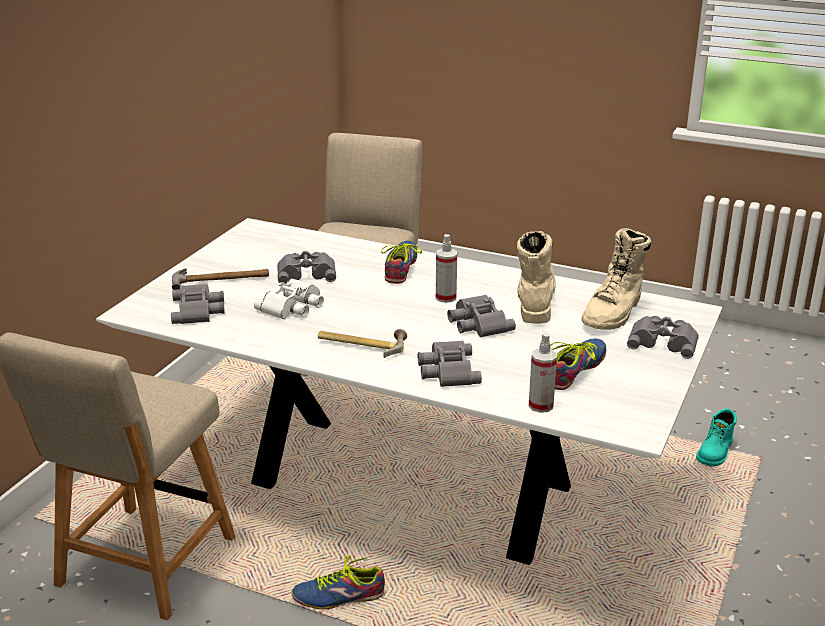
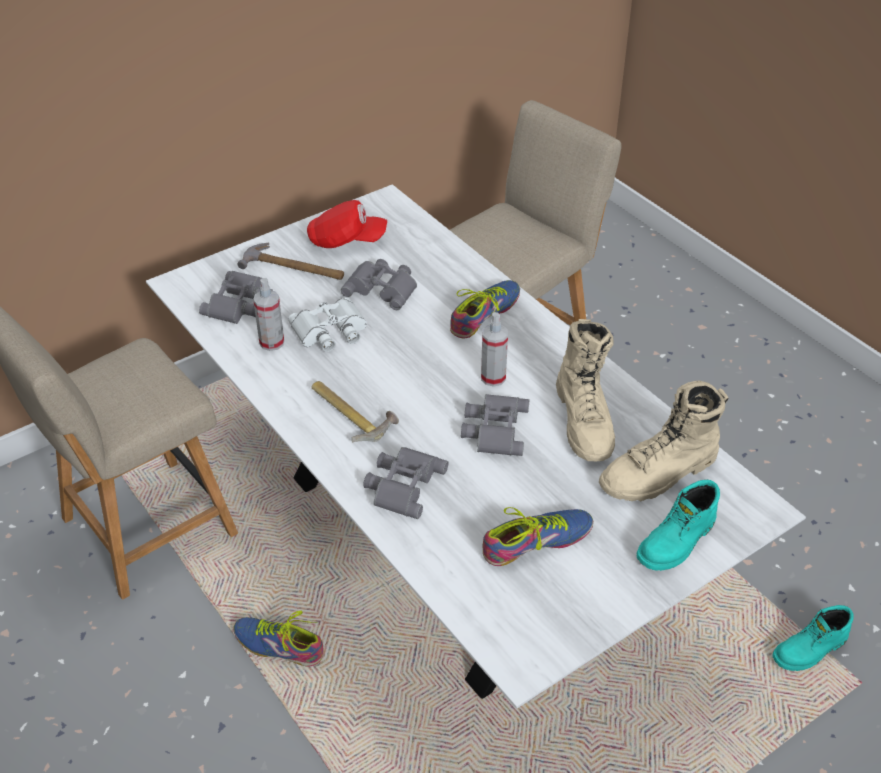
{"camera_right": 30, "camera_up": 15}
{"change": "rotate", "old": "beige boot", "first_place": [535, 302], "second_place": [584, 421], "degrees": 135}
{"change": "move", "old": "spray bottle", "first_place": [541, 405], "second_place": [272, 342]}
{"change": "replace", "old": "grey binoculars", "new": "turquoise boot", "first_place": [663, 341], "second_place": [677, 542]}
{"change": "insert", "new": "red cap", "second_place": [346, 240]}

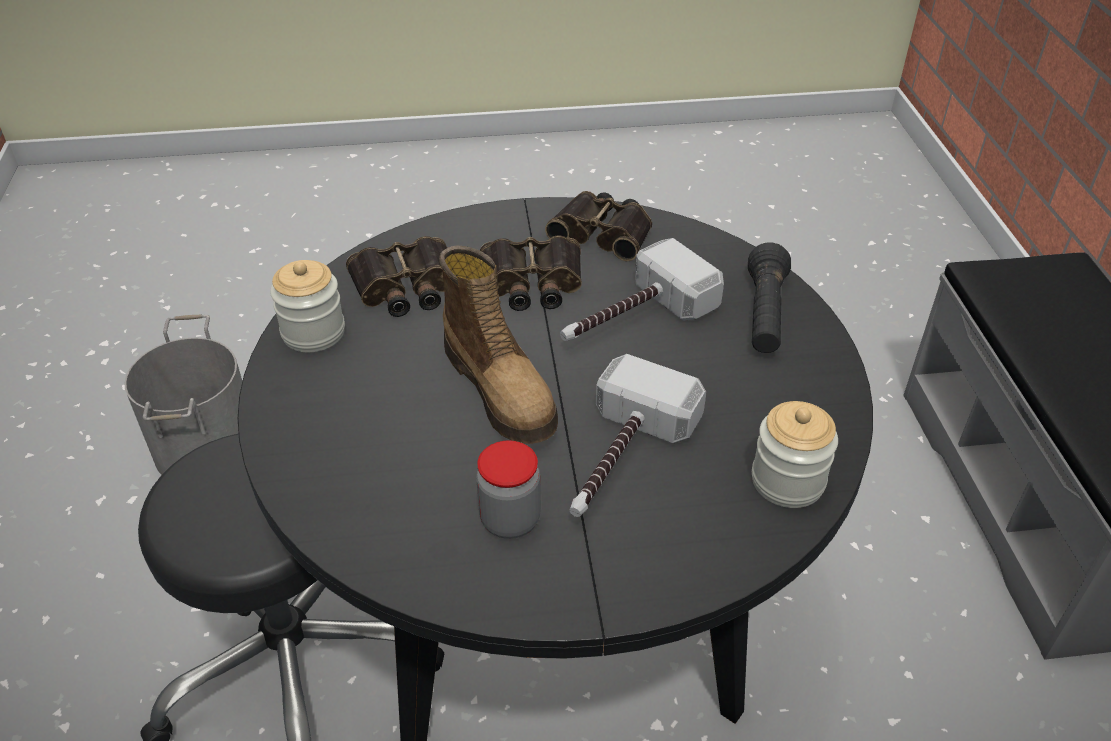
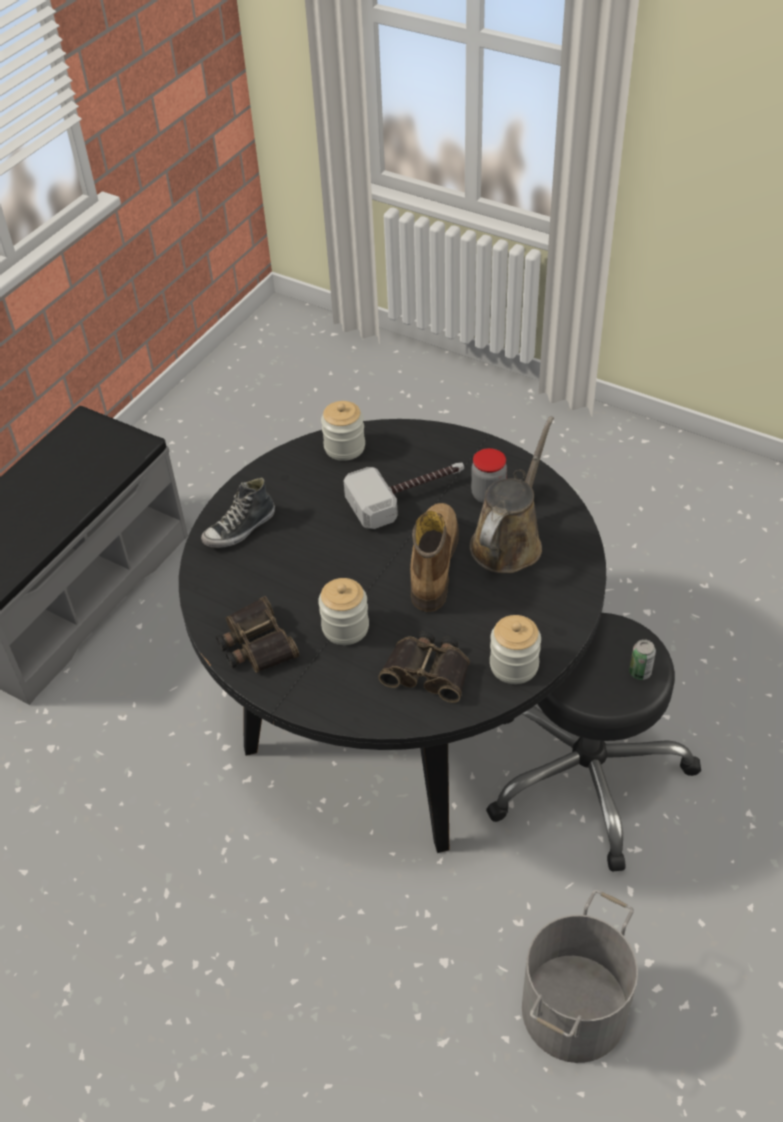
{"camera_right": -140, "camera_up": 5}
{"change": "replace", "old": "binoculars", "new": "jar", "first_place": [532, 283], "second_place": [345, 627]}
{"change": "delete", "old": "hammer", "first_place": [632, 318]}
{"change": "replace", "old": "black flashlight", "new": "shoe", "first_place": [764, 315], "second_place": [240, 529]}
{"change": "insert", "new": "brown watering can", "second_place": [509, 541]}
{"change": "insert", "new": "can", "second_place": [640, 672]}

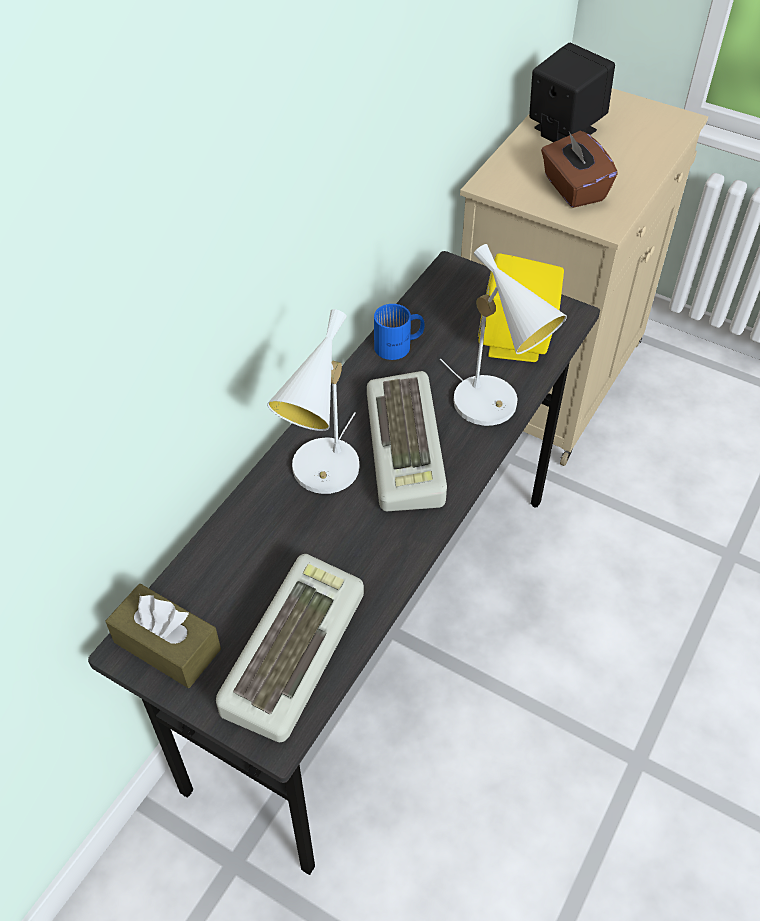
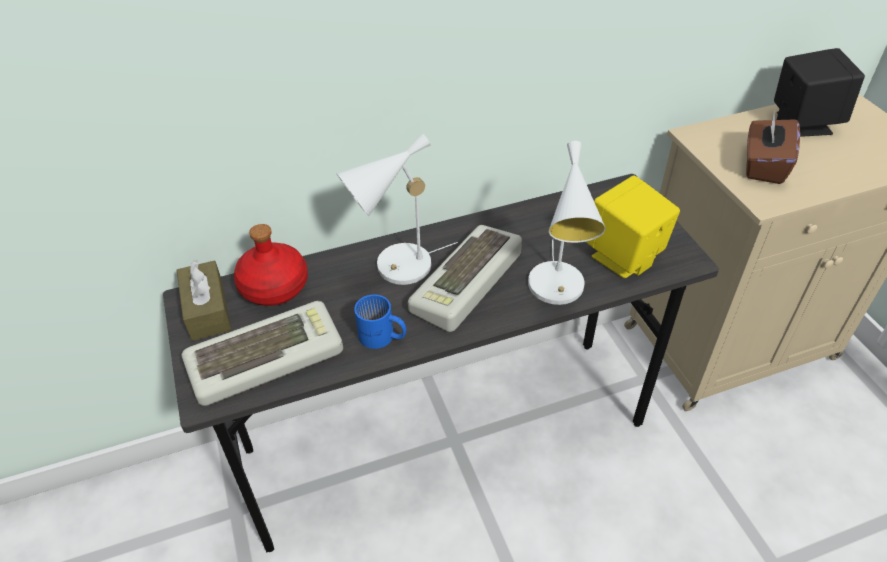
{"camera_right": 40, "camera_up": -5}
{"change": "move", "old": "blue mug", "first_place": [399, 346], "second_place": [382, 338]}
{"change": "insert", "new": "red bottle", "second_place": [273, 287]}

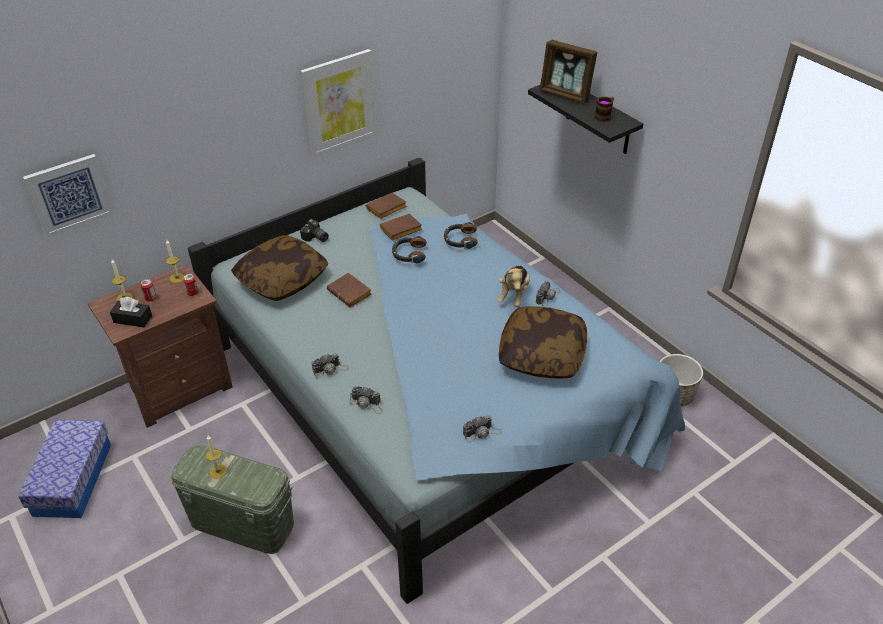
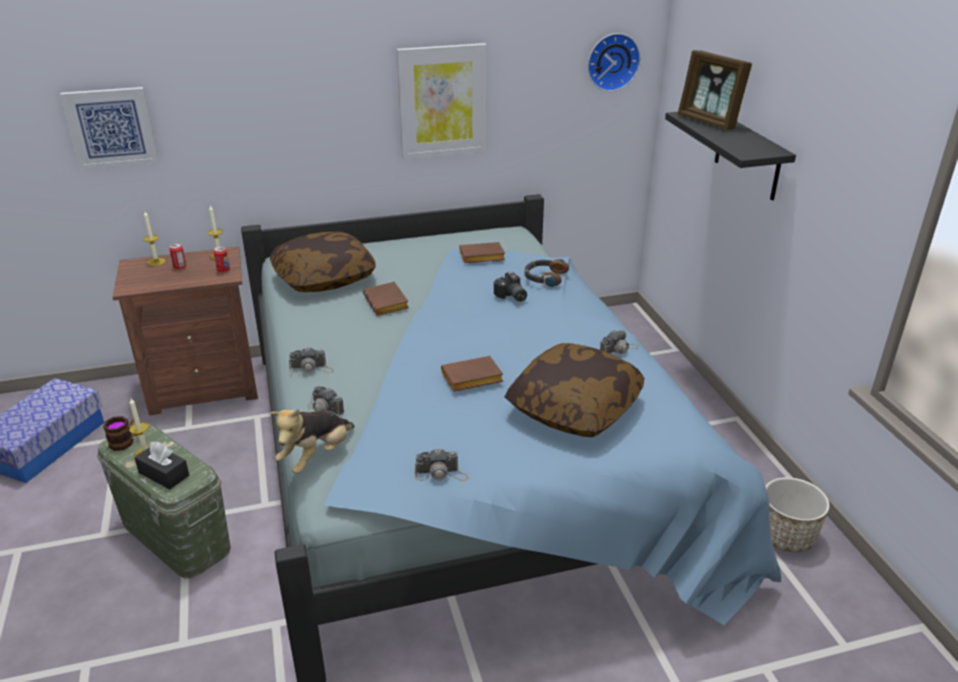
{"camera_right": 20, "camera_up": -10}
{"change": "move", "old": "black tissue box", "first_place": [133, 319], "second_place": [164, 474]}
{"change": "move", "old": "photo camera", "first_place": [315, 238], "second_place": [511, 296]}
{"change": "move", "old": "brown book", "first_place": [386, 209], "second_place": [470, 379]}
{"change": "delete", "old": "headphones", "first_place": [409, 254]}
{"change": "move", "old": "plush toy", "first_place": [514, 295], "second_place": [317, 456]}
{"change": "move", "old": "mug", "first_place": [604, 116], "second_place": [126, 442]}
{"change": "insert", "new": "wall clock", "second_place": [612, 61]}

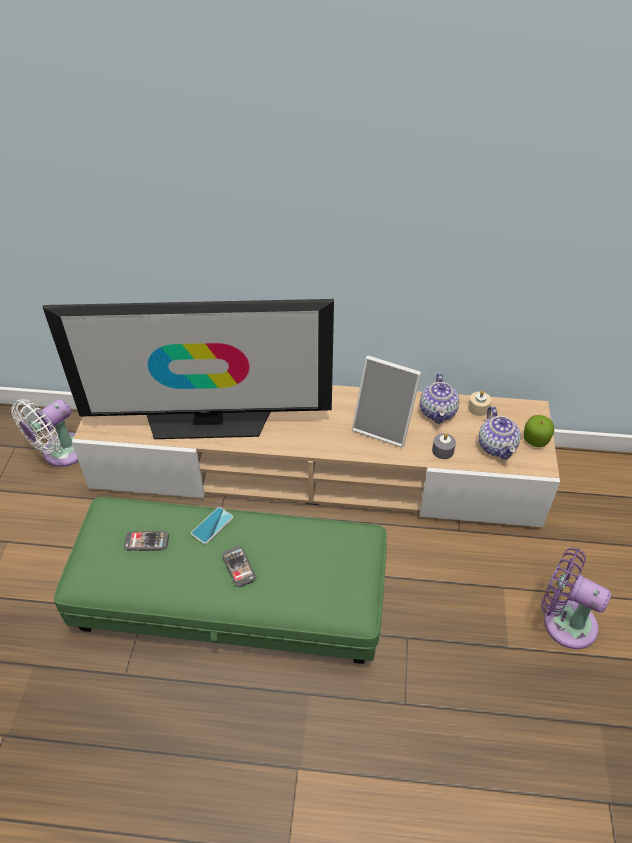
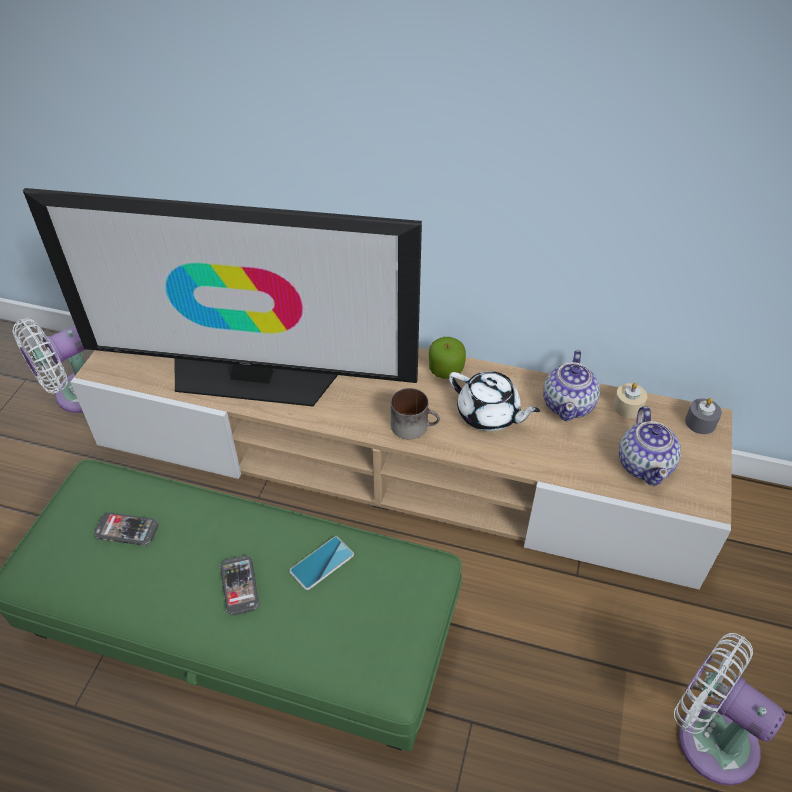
{"camera_right": 10, "camera_up": 0}
{"change": "move", "old": "phone", "first_place": [212, 525], "second_place": [322, 563]}
{"change": "replace", "old": "picture frame", "new": "white teapot", "first_place": [384, 426], "second_place": [489, 415]}
{"change": "move", "old": "grey candle", "first_place": [443, 451], "second_place": [700, 422]}
{"change": "move", "old": "apple", "first_place": [536, 439], "second_place": [446, 369]}
{"change": "recolor", "old": "purple fan", "new": "white fan", "first_place": [564, 621], "second_place": [709, 737]}
{"change": "insert", "new": "mug", "second_place": [414, 425]}

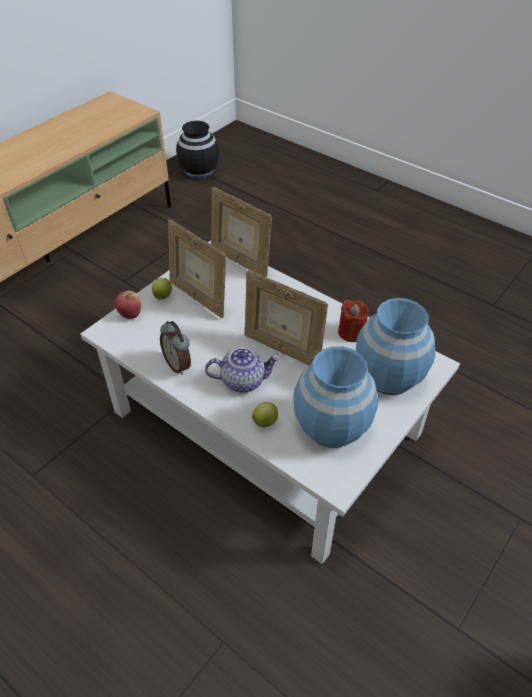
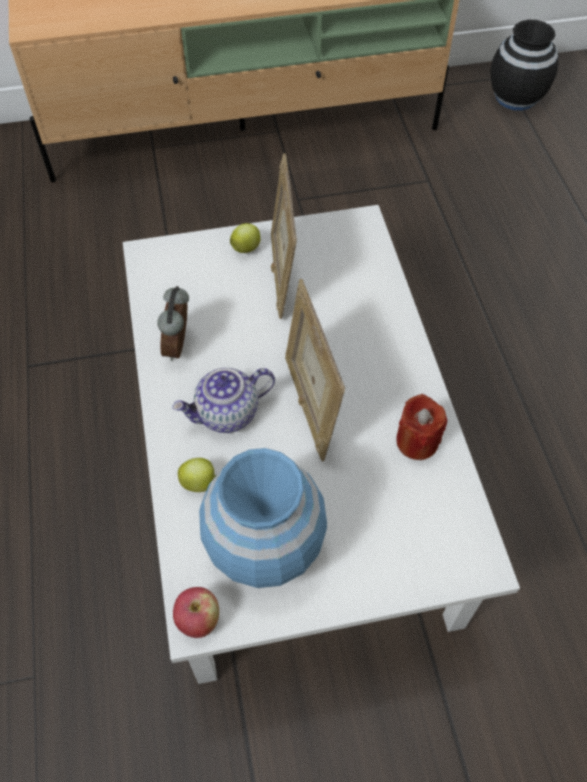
{"camera_right": 40, "camera_up": 10}
{"change": "move", "old": "apple", "first_place": [130, 314], "second_place": [198, 620]}
{"change": "rotate", "old": "teapot", "first_place": [243, 380], "second_place": [227, 414], "degrees": 120}
{"change": "delete", "old": "picture frame", "first_place": [240, 261]}
{"change": "delete", "old": "blue vase", "first_place": [388, 376]}

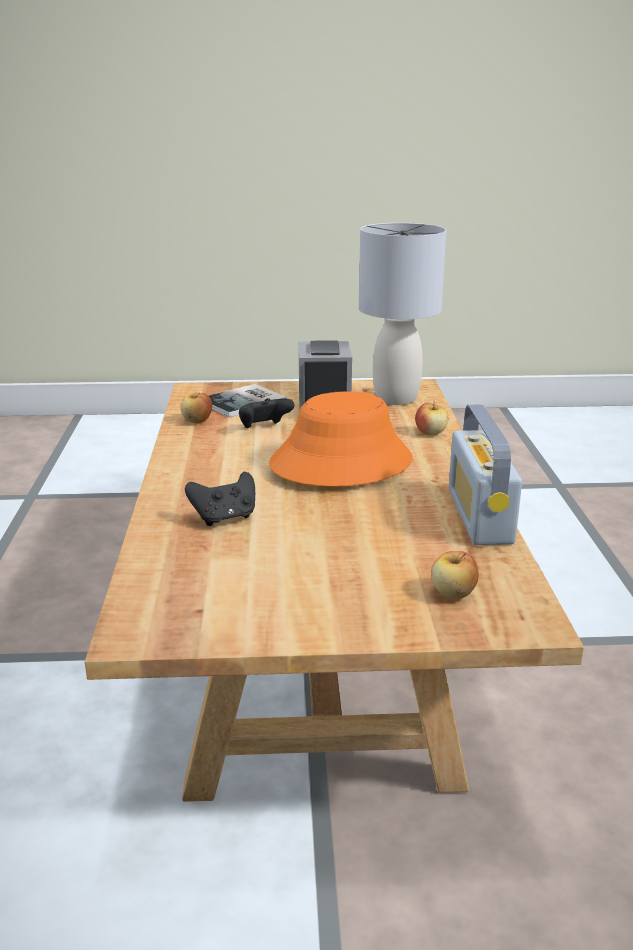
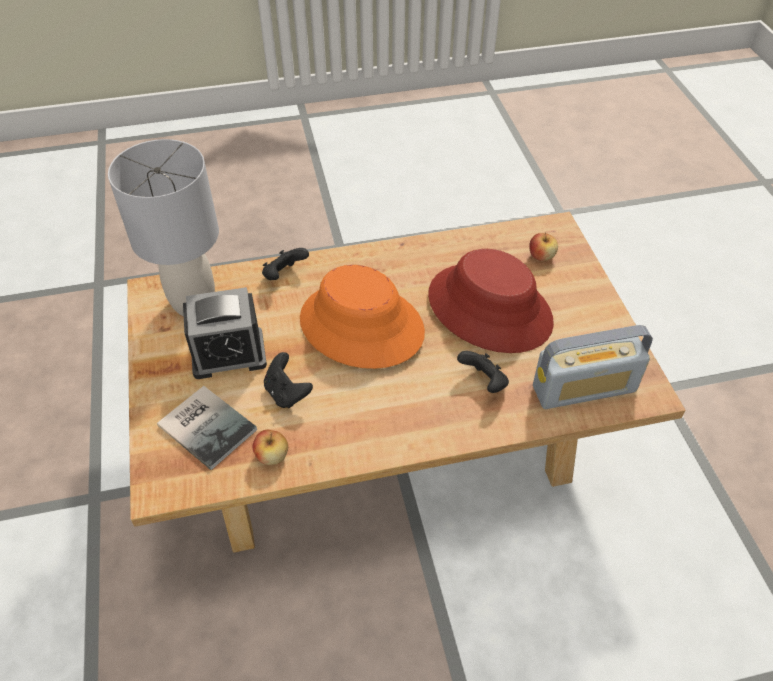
{"camera_right": -100, "camera_up": 25}
{"change": "replace", "old": "apple", "new": "black game controller", "first_place": [430, 433], "second_place": [284, 275]}
{"change": "move", "old": "radio", "first_place": [479, 516], "second_place": [584, 388]}
{"change": "insert", "new": "red hat", "second_place": [490, 308]}

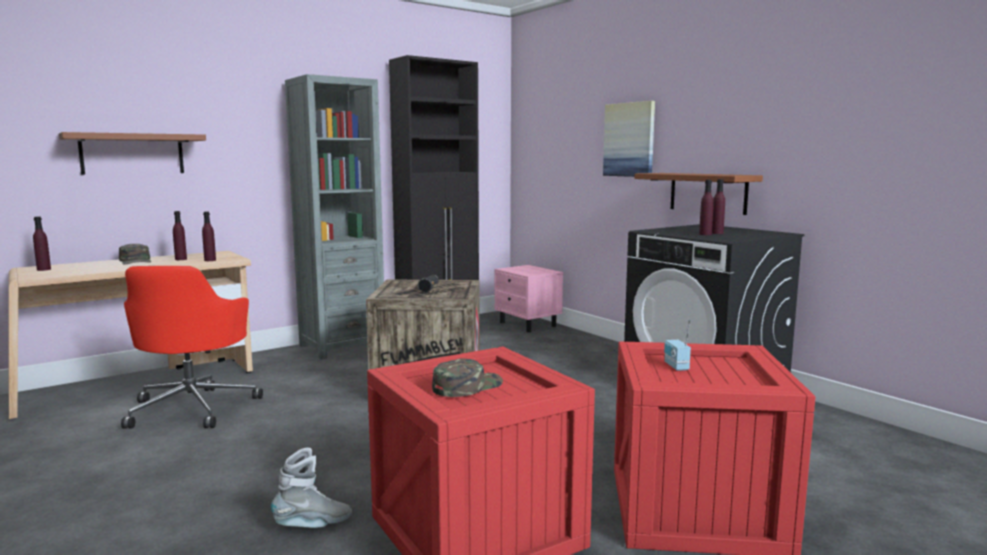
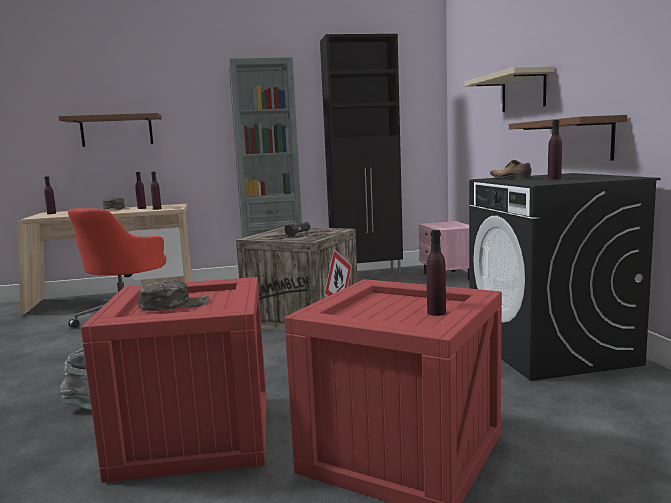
{"camera_right": 25, "camera_up": 0}
{"change": "replace", "old": "picture", "new": "beige shelf", "first_place": [629, 140], "second_place": [523, 91]}
{"change": "delete", "old": "radio", "first_place": [675, 366]}
{"change": "move", "old": "purple bottle", "first_place": [705, 234], "second_place": [436, 312]}
{"change": "insert", "new": "shoe", "second_place": [510, 178]}

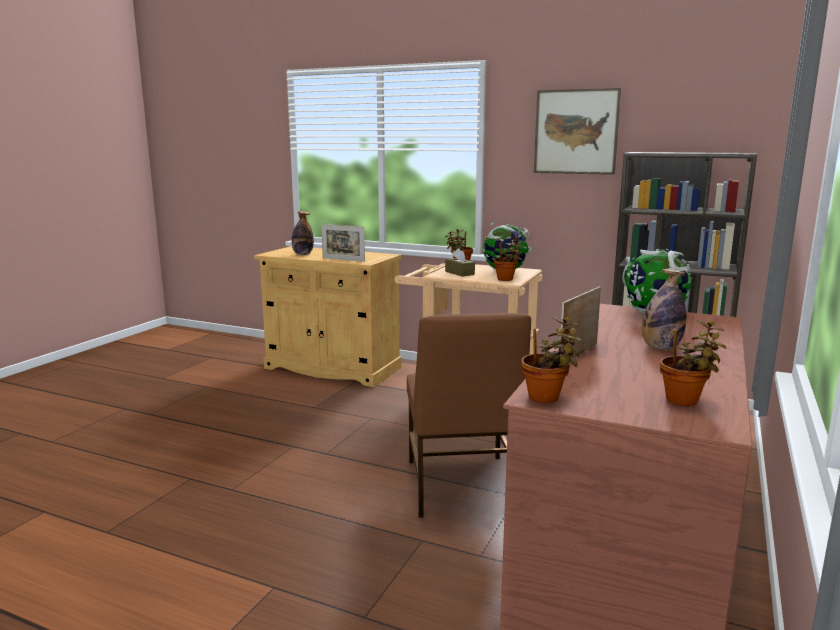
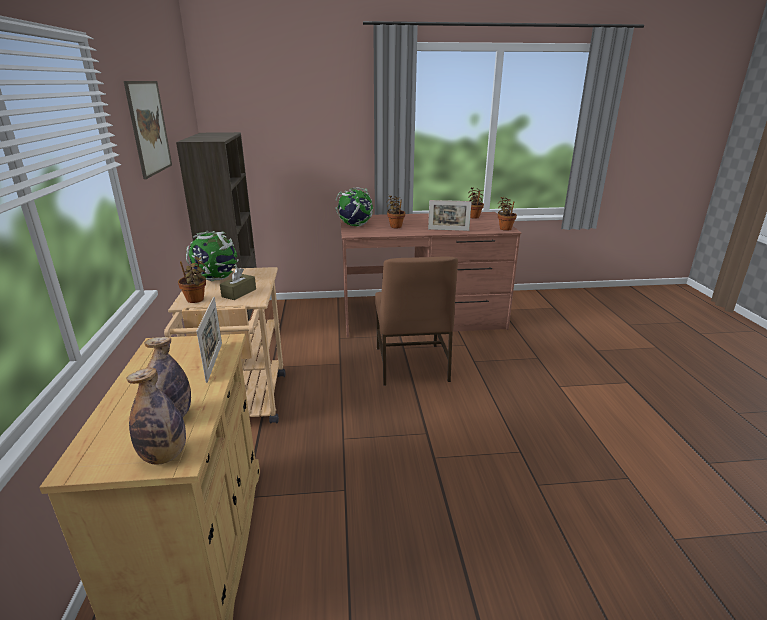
{"camera_right": -120, "camera_up": 10}
{"change": "rotate", "old": "brown chair", "first_place": [461, 486], "second_place": [411, 365], "degrees": 120}
{"change": "move", "old": "potted plant", "first_place": [507, 279], "second_place": [395, 226]}
{"change": "move", "old": "bottle", "first_place": [660, 347], "second_place": [164, 456]}

